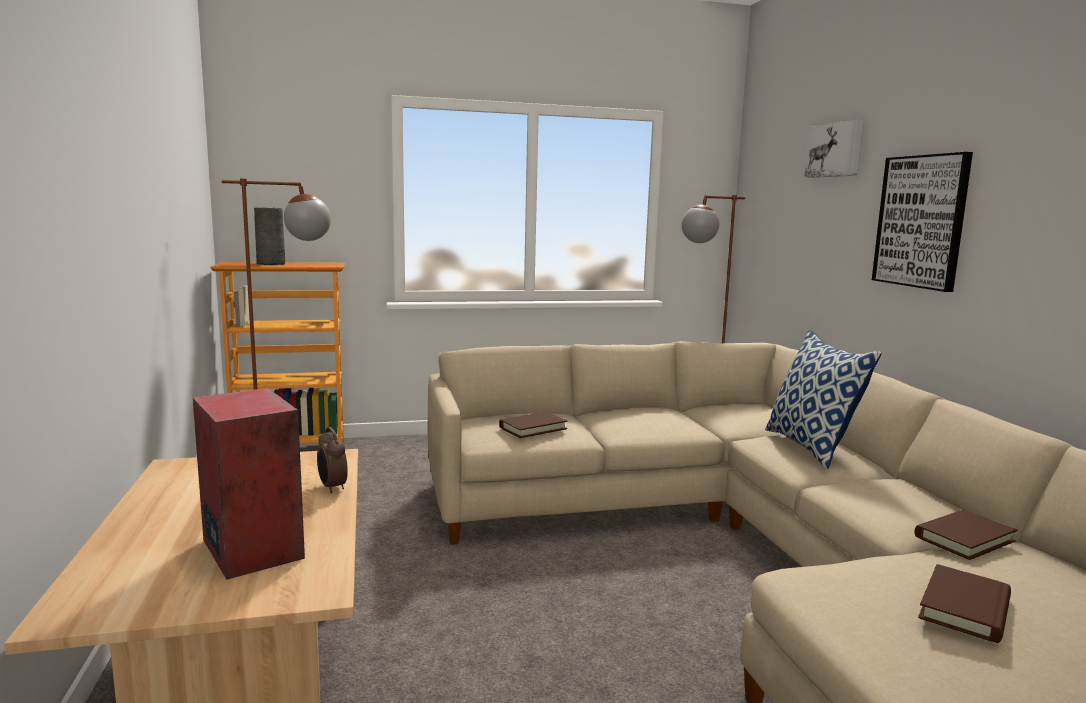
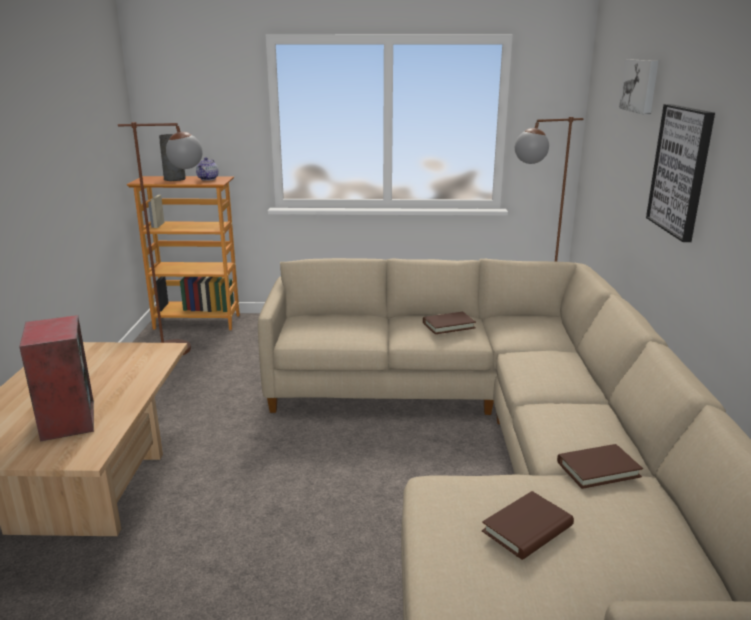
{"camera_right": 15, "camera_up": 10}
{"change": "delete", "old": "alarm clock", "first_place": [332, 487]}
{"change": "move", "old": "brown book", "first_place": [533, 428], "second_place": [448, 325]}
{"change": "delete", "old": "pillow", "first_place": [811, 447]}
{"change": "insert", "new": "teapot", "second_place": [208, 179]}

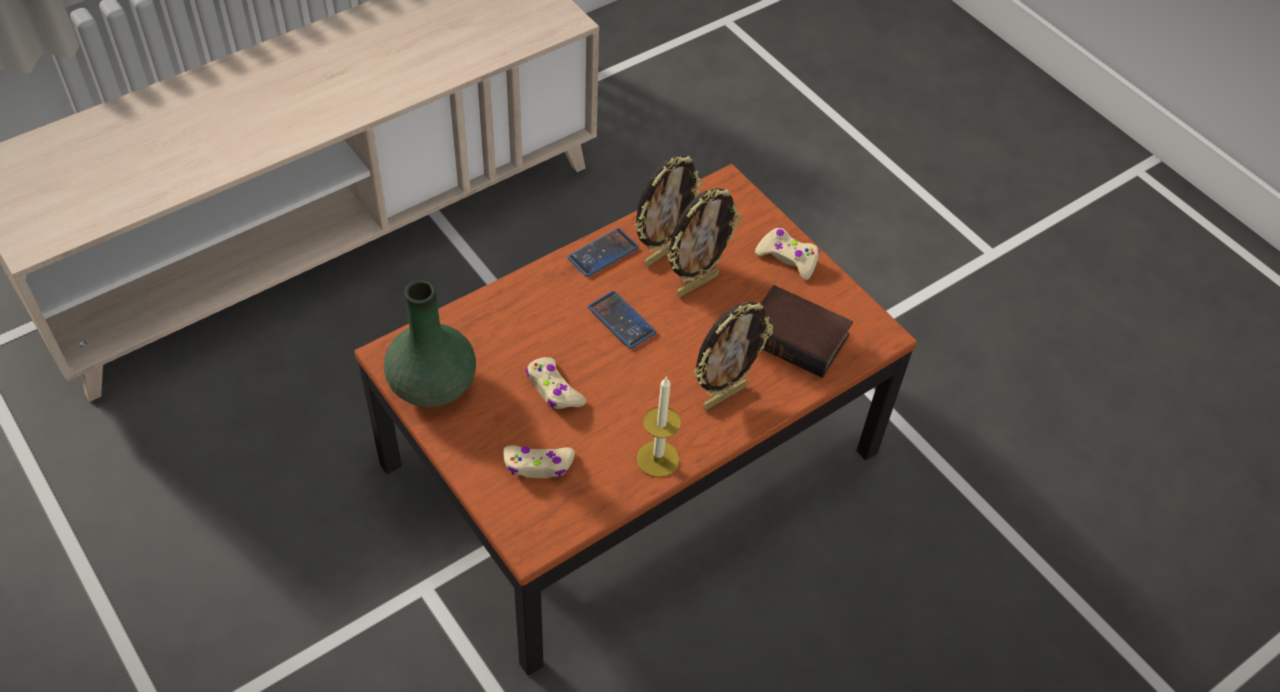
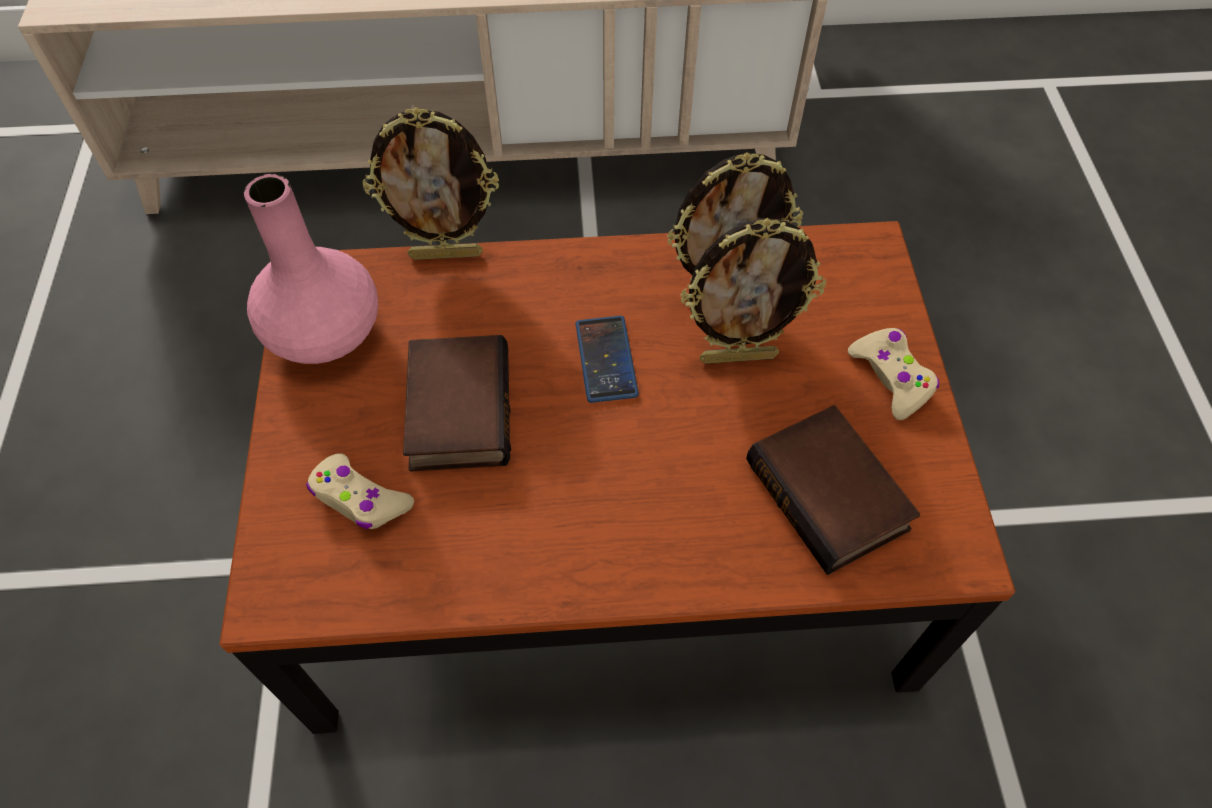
{"camera_right": 35, "camera_up": 5}
{"change": "recolor", "old": "green vase", "new": "pink vase", "first_place": [432, 385], "second_place": [324, 334]}
{"change": "replace", "old": "beige game controller", "new": "book", "first_place": [554, 389], "second_place": [455, 409]}
{"change": "delete", "old": "phone", "first_place": [603, 253]}
{"change": "delete", "old": "candle", "first_place": [658, 459]}
{"change": "move", "old": "picture frame", "first_place": [724, 395], "second_place": [446, 254]}

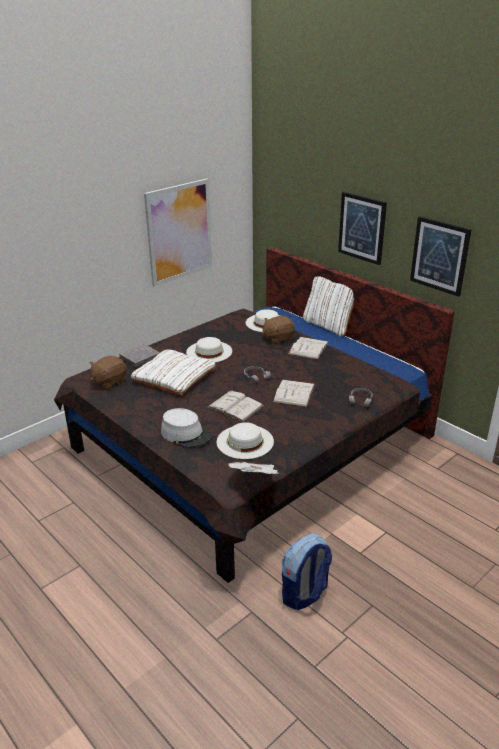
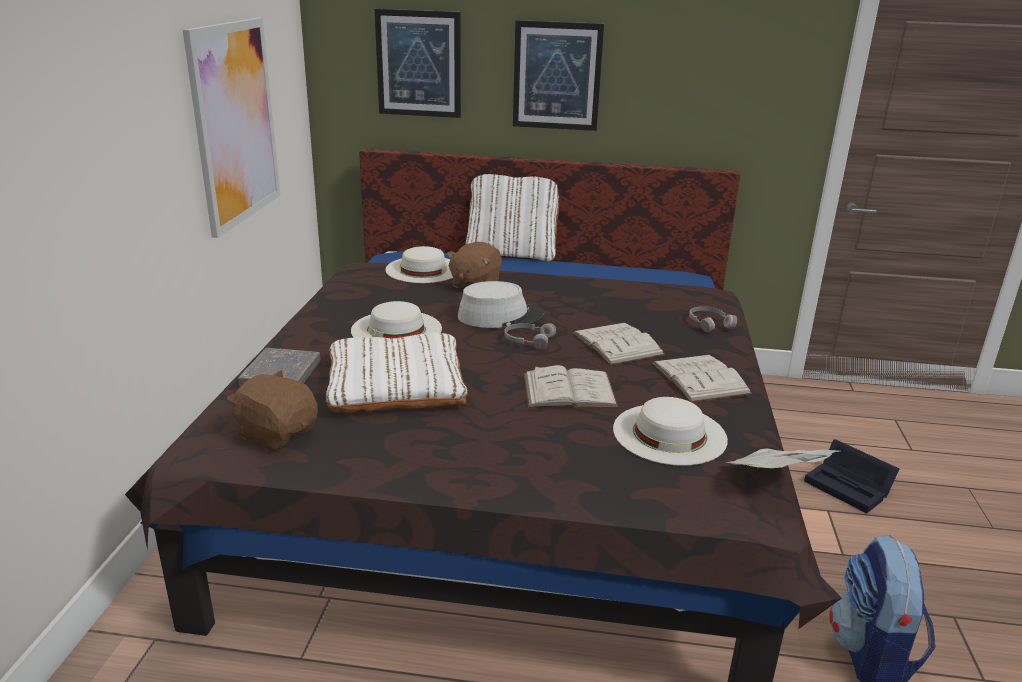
{"camera_right": -40, "camera_up": -5}
{"change": "rotate", "old": "brown plush toy", "first_place": [109, 381], "second_place": [277, 433], "degrees": 120}
{"change": "move", "old": "grey hat", "first_place": [186, 434], "second_place": [500, 316]}
{"change": "move", "old": "white book", "first_place": [308, 348], "second_place": [700, 378]}
{"change": "move", "old": "picture", "first_place": [440, 255], "second_place": [419, 63]}
{"change": "insert", "new": "black storage box", "second_place": [850, 487]}

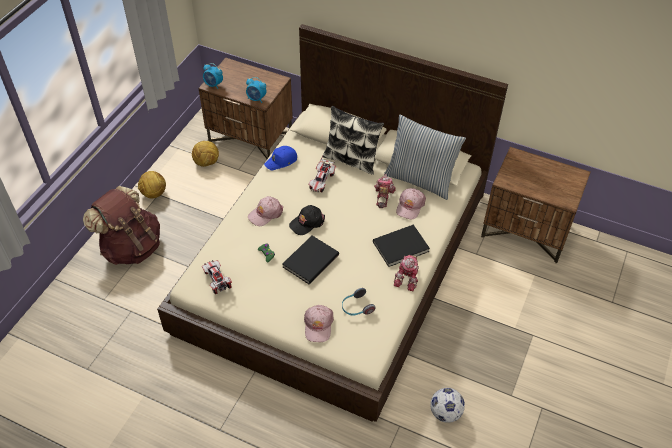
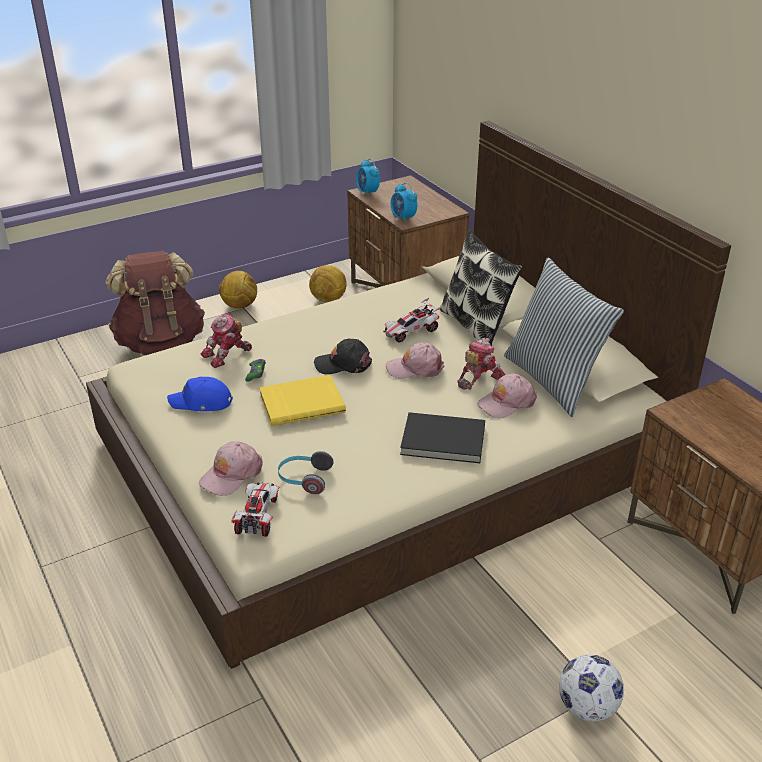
{"camera_right": 35, "camera_up": -15}
{"change": "move", "old": "toy car", "first_place": [217, 280], "second_place": [257, 516]}
{"change": "move", "old": "pink cap", "first_place": [265, 214], "second_place": [415, 368]}
{"change": "move", "old": "blue cap", "first_place": [281, 161], "second_place": [201, 402]}
{"change": "recolor", "old": "black book", "new": "yellow book", "first_place": [310, 260], "second_place": [301, 402]}
{"change": "move", "old": "toy robot", "first_place": [408, 277], "second_place": [227, 355]}
{"change": "move", "old": "football", "first_place": [445, 412], "second_place": [587, 707]}

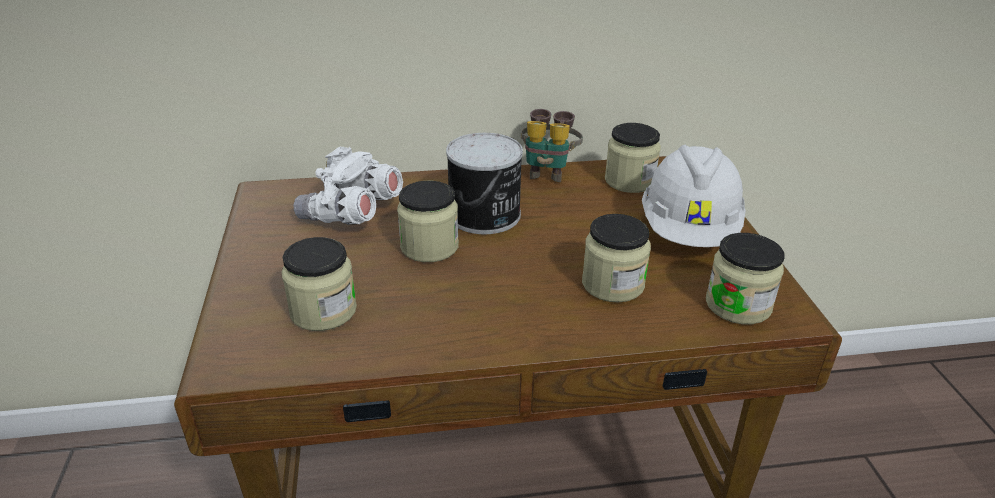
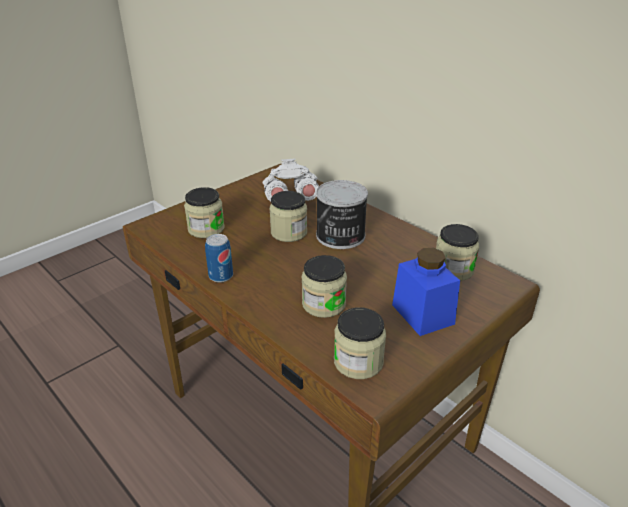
{"camera_right": 55, "camera_up": 0}
{"change": "delete", "old": "binoculars", "first_place": [548, 171]}
{"change": "replace", "old": "white hard hat", "new": "blue jar", "first_place": [689, 231], "second_place": [422, 314]}
{"change": "insert", "new": "can", "second_place": [221, 276]}

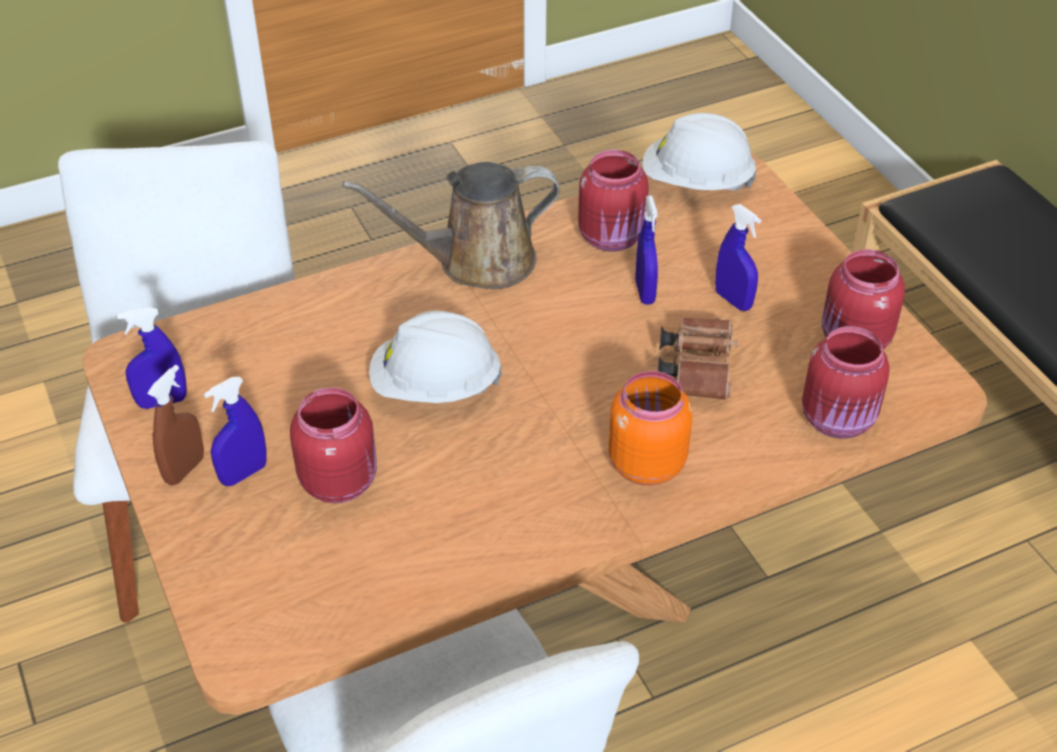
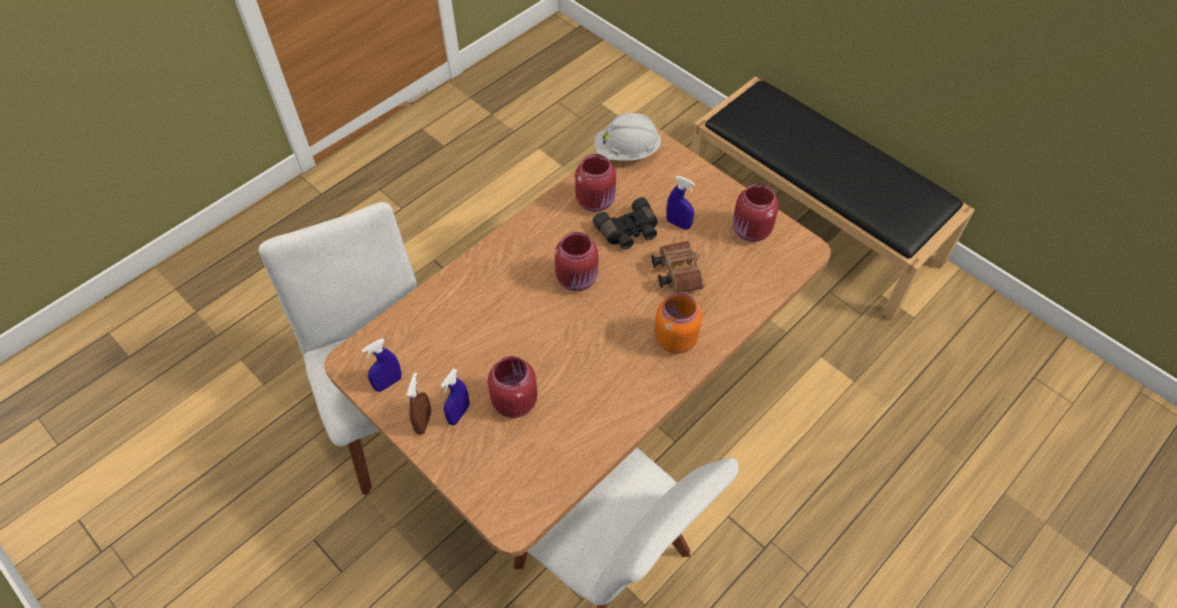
{"camera_right": -20, "camera_up": 10}
{"change": "delete", "old": "brown watering can", "first_place": [476, 262]}
{"change": "delete", "old": "white hard hat", "first_place": [435, 386]}
{"change": "replace", "old": "blue spray bottle", "new": "black binoculars", "first_place": [645, 292], "second_place": [629, 232]}
{"change": "move", "old": "red jar", "first_place": [839, 420], "second_place": [578, 279]}

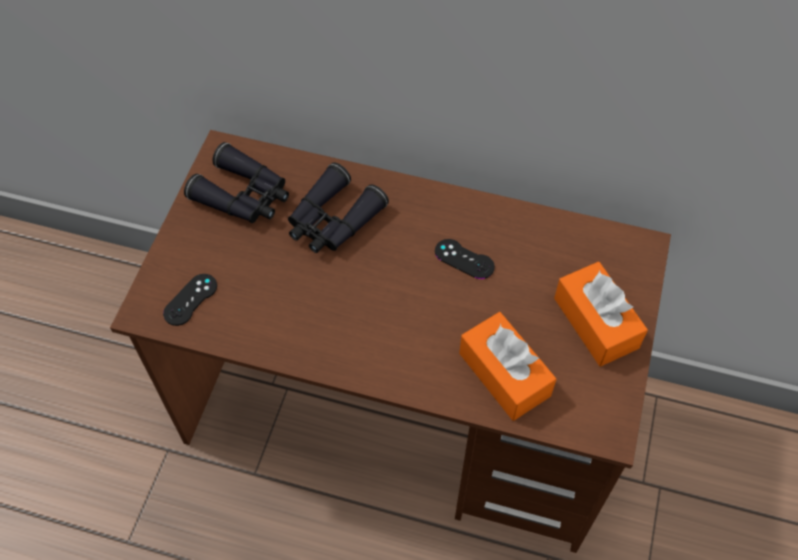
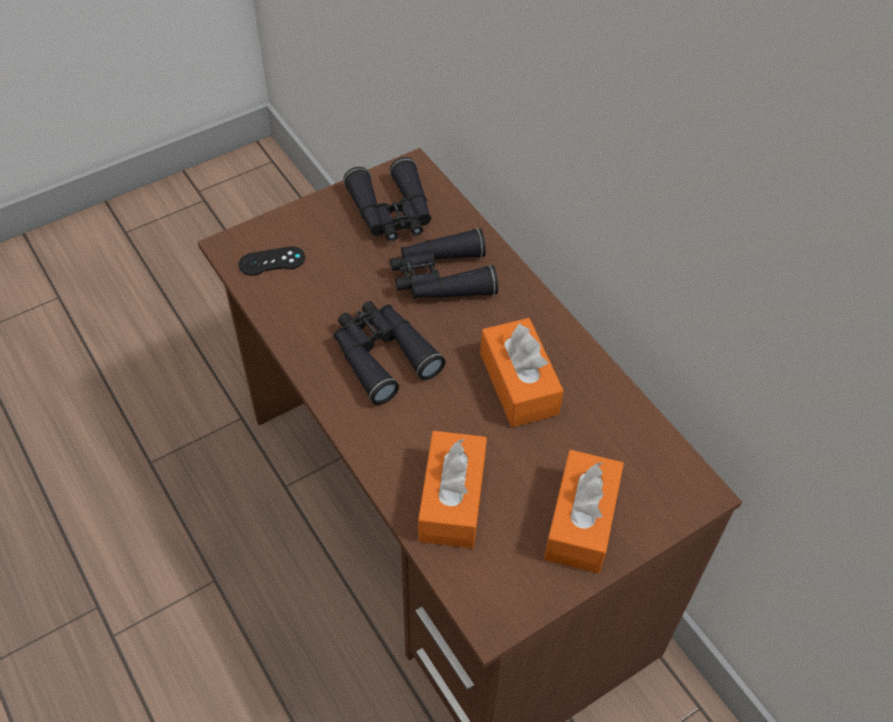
{"camera_right": 40, "camera_up": -5}
{"change": "replace", "old": "black game controller", "new": "orange tissue box", "first_place": [464, 259], "second_place": [519, 383]}
{"change": "insert", "new": "black binoculars", "second_place": [382, 355]}

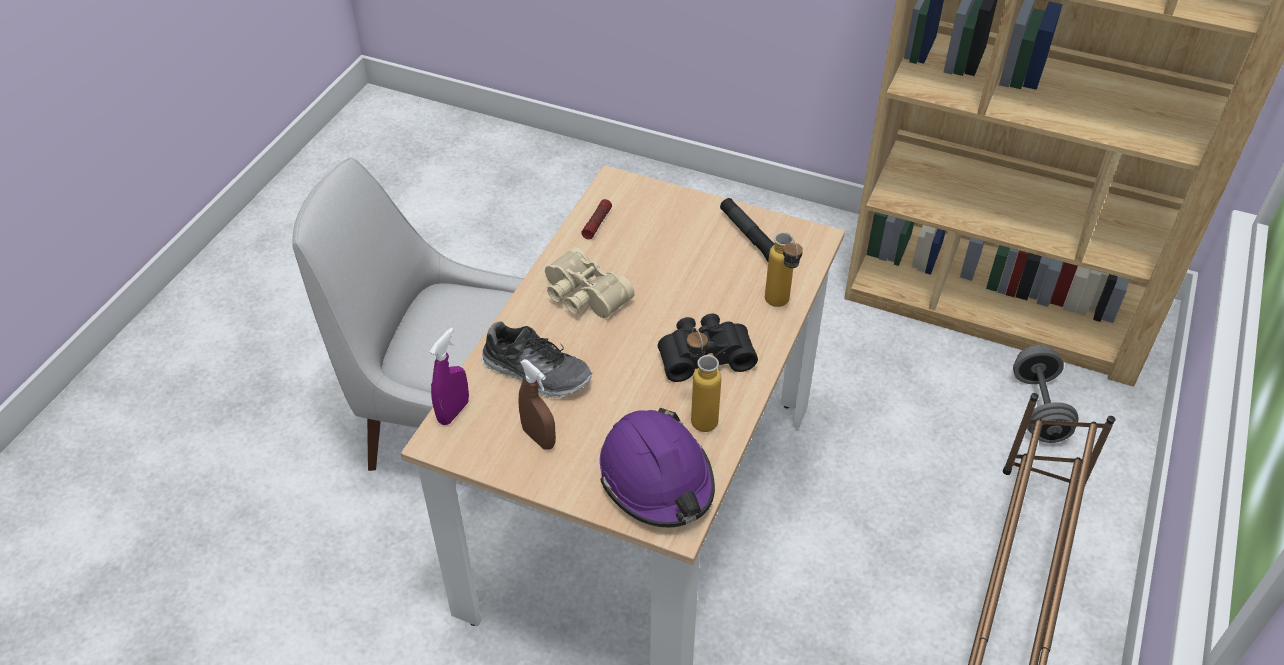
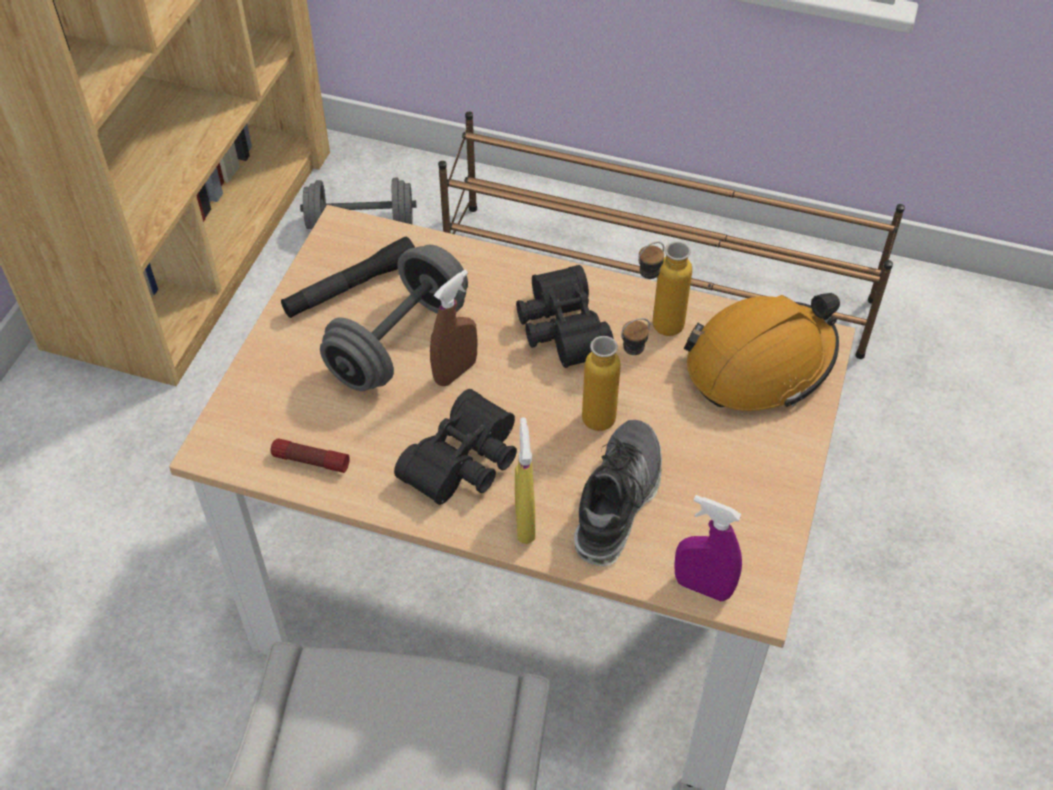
{"camera_right": -95, "camera_up": 5}
{"change": "move", "old": "brown spray bottle", "first_place": [539, 438], "second_place": [455, 372]}
{"change": "recolor", "old": "beige binoculars", "new": "black binoculars", "first_place": [583, 296], "second_place": [466, 463]}
{"change": "recolor", "old": "purple hard hat", "new": "orange hard hat", "first_place": [657, 479], "second_place": [760, 363]}
{"change": "move", "old": "bottle", "first_place": [780, 306], "second_place": [612, 415]}
{"change": "insert", "new": "grey dumbbell", "second_place": [398, 342]}
{"change": "insert", "new": "yellow spray bottle", "second_place": [525, 522]}

